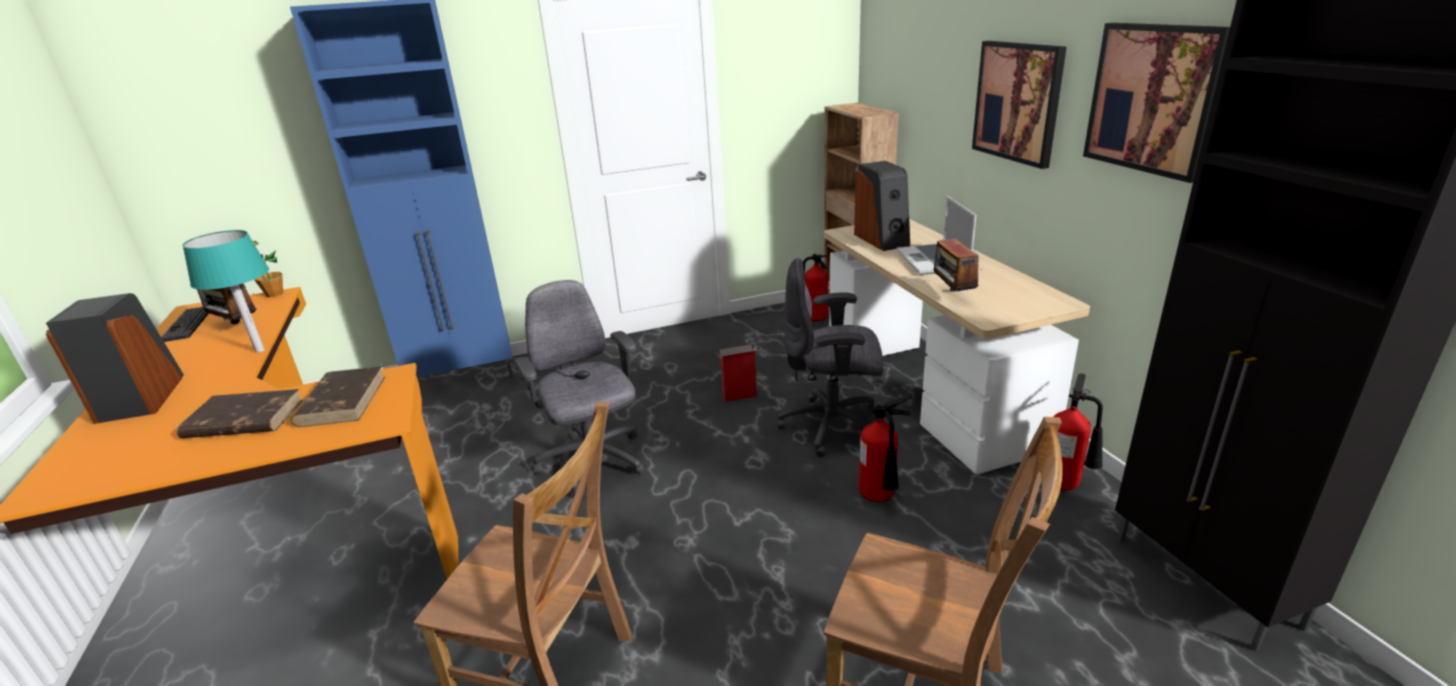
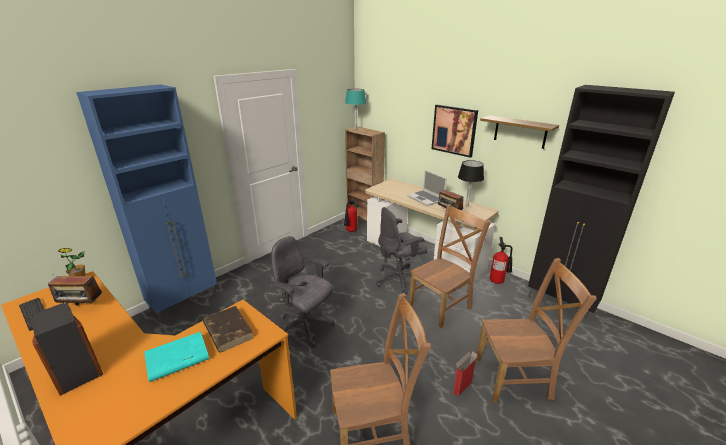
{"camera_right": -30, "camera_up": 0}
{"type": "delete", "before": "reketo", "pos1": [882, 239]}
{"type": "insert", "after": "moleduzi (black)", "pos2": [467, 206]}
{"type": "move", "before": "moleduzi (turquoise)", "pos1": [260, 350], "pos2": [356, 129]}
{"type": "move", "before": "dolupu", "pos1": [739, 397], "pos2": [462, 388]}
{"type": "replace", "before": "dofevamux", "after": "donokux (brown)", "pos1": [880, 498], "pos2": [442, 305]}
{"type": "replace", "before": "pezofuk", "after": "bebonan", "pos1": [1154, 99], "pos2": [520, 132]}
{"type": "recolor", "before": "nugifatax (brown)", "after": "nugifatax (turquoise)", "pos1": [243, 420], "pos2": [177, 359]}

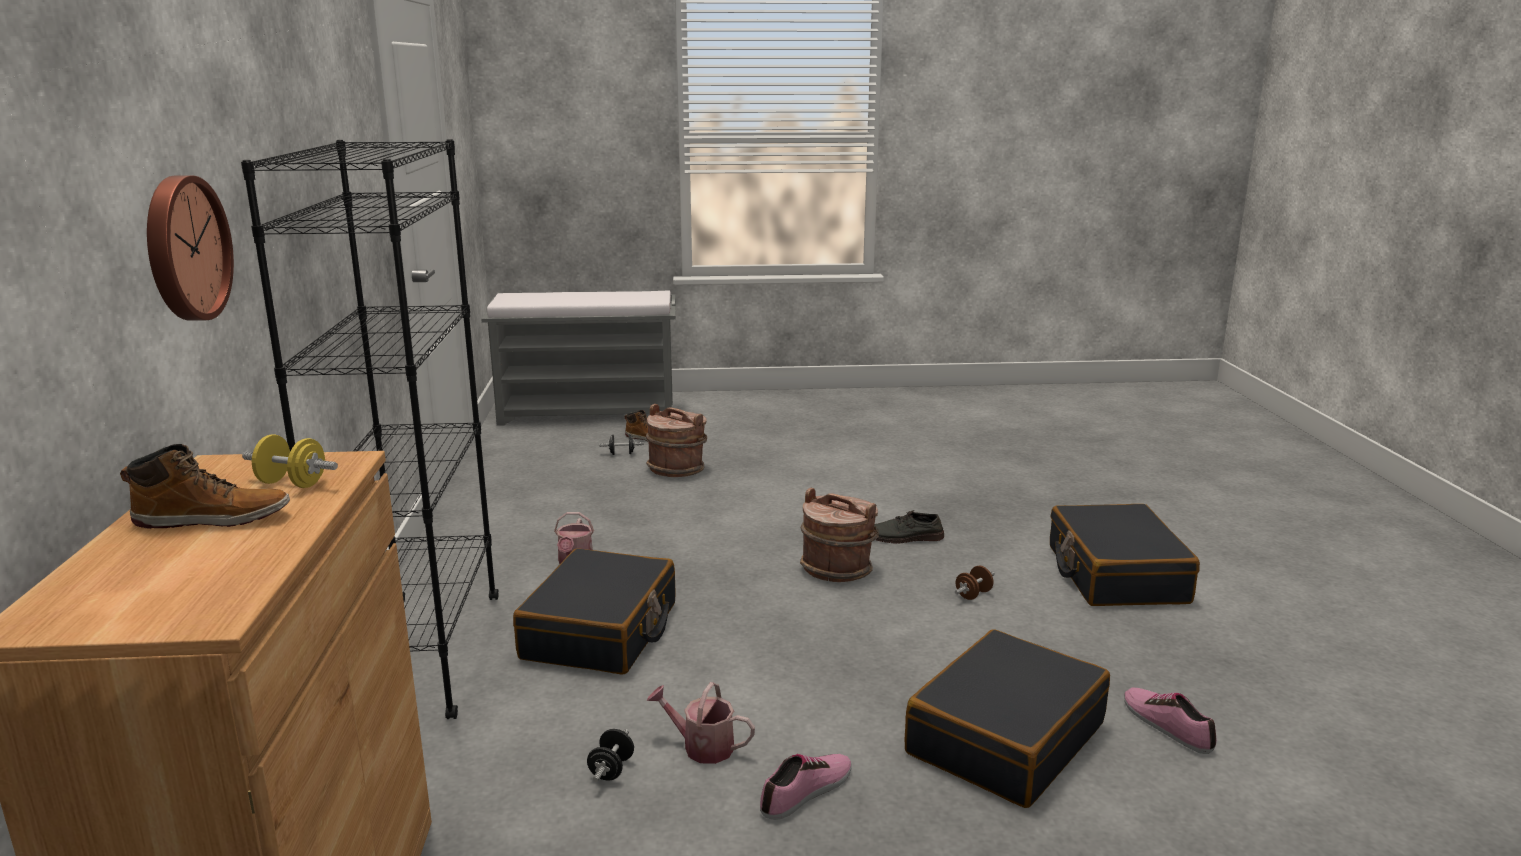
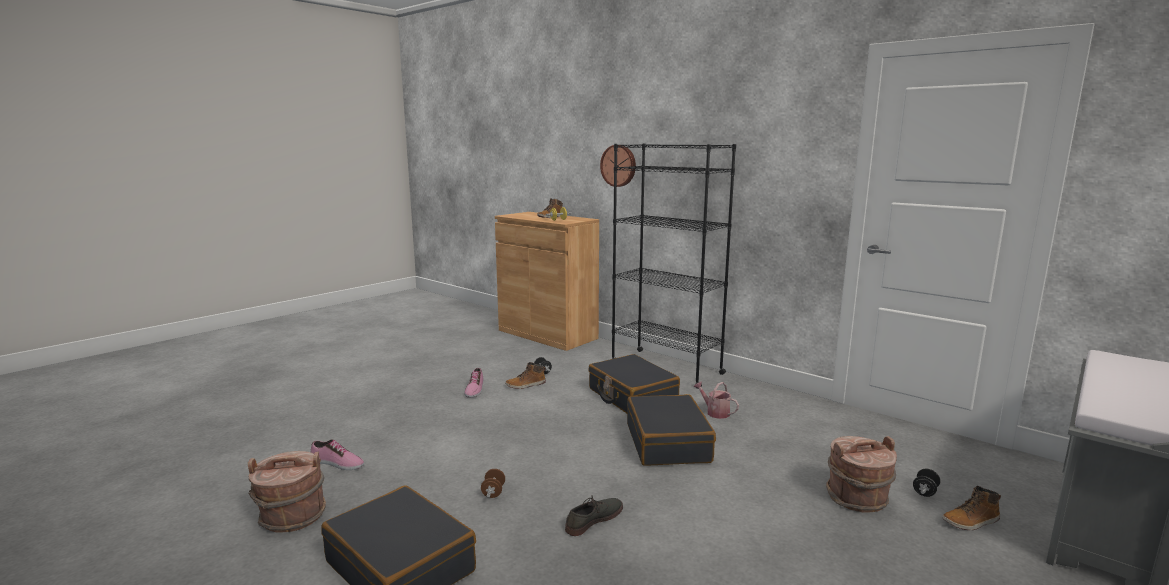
{"camera_right": 135, "camera_up": -5}
{"type": "move", "before": "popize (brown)", "pos1": [837, 569], "pos2": [292, 517]}
{"type": "move", "before": "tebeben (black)", "pos1": [1004, 738], "pos2": [668, 443]}
{"type": "replace", "before": "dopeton", "after": "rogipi", "pos1": [701, 746], "pos2": [526, 385]}

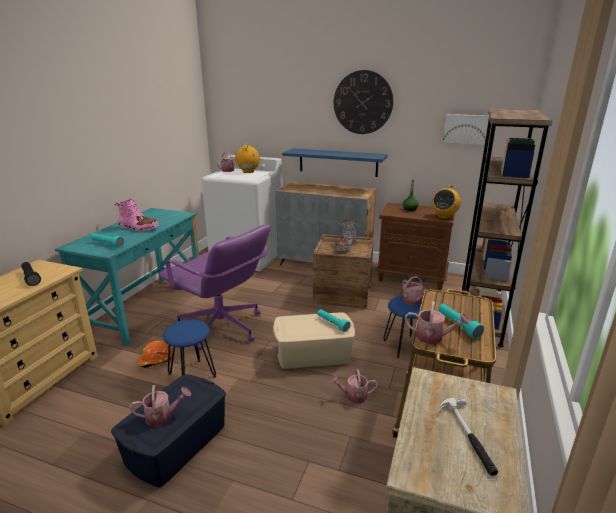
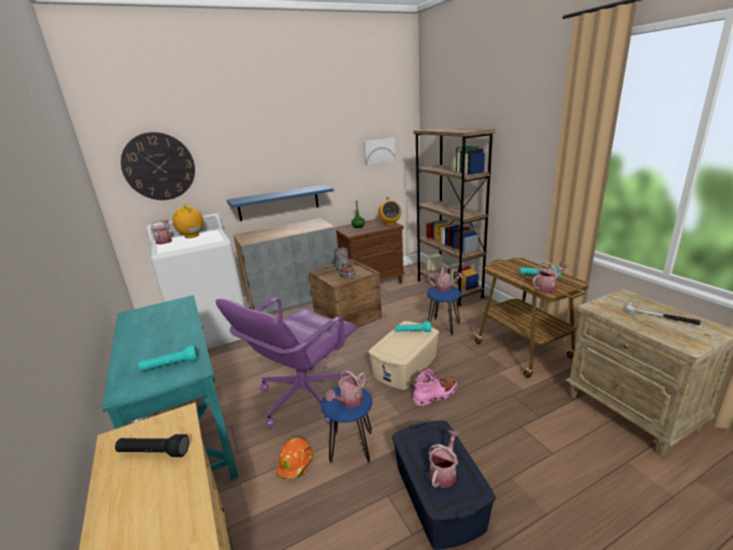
{"camera_right": -45, "camera_up": 0}
{"type": "move", "before": "rogipi (pink)", "pos1": [138, 228], "pos2": [435, 395]}
{"type": "move", "before": "dopeton", "pos1": [353, 396], "pos2": [349, 401]}
{"type": "move", "before": "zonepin", "pos1": [363, 102], "pos2": [159, 166]}
{"type": "rotate", "before": "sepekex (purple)", "pos1": [221, 327], "pos2": [303, 397], "turn": 135}

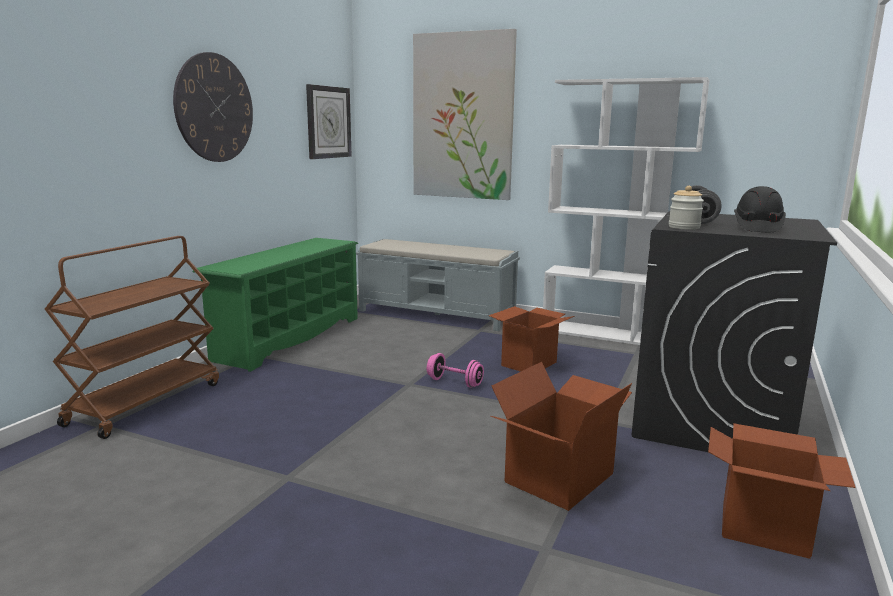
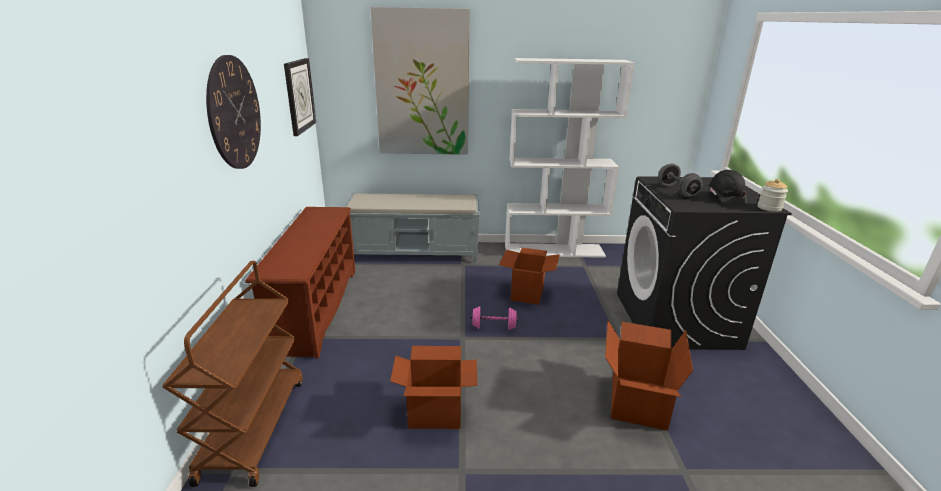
{"camera_right": -25, "camera_up": 10}
{"type": "move", "before": "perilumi", "pos1": [684, 227], "pos2": [769, 208]}
{"type": "move", "before": "dolupu", "pos1": [765, 530], "pos2": [435, 413]}
{"type": "recolor", "before": "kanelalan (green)", "after": "kanelalan (brown)", "pos1": [288, 338], "pos2": [315, 308]}

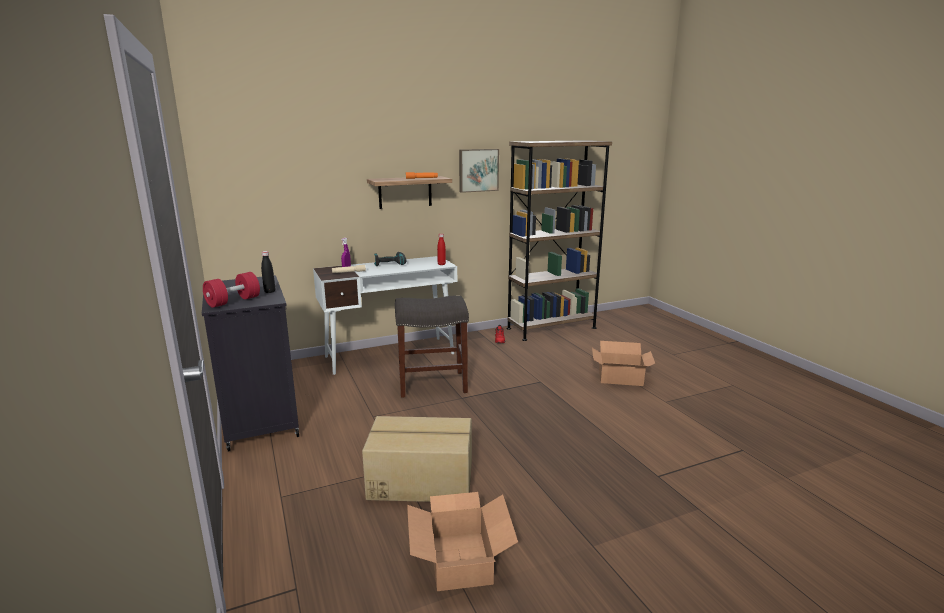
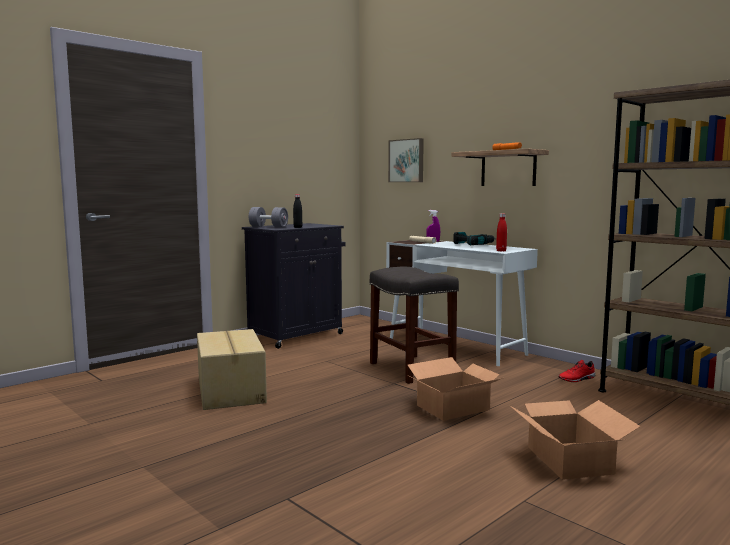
{"camera_right": 70, "camera_up": -10}
{"type": "move", "before": "dolupu", "pos1": [461, 559], "pos2": [454, 408]}
{"type": "move", "before": "pezofuk", "pos1": [478, 170], "pos2": [407, 161]}
{"type": "recolor", "before": "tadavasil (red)", "after": "tadavasil (grey)", "pos1": [233, 301], "pos2": [268, 227]}

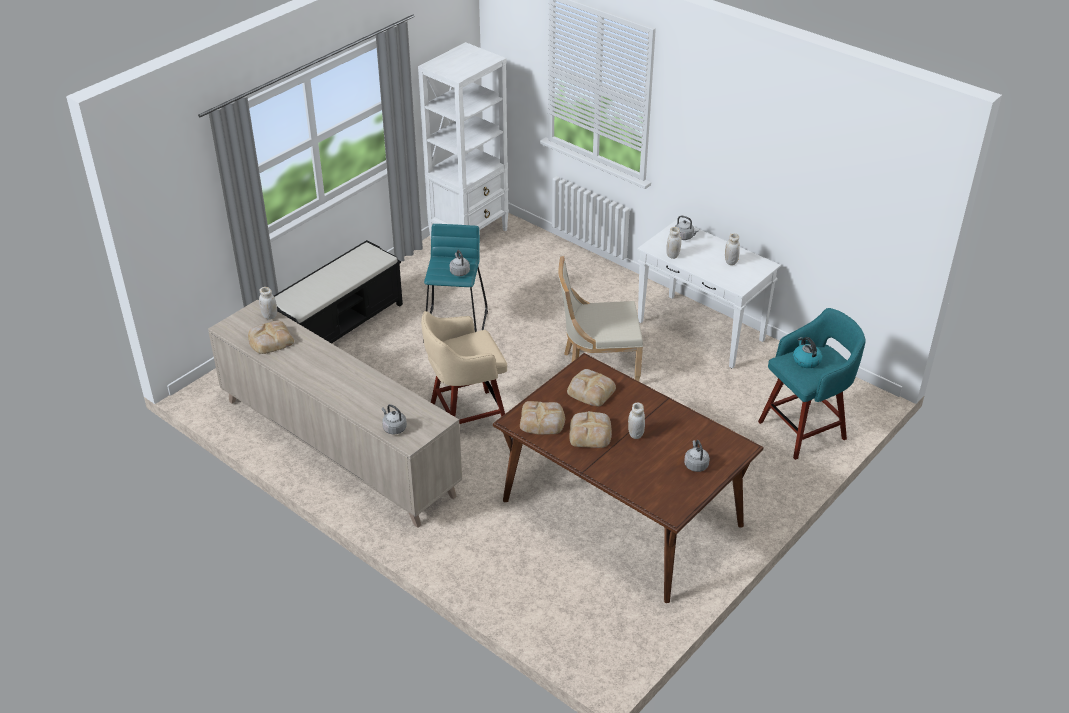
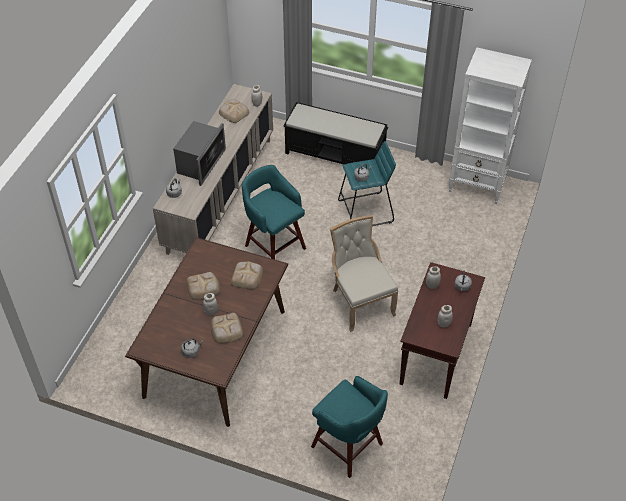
{"camera_right": 70, "camera_up": 10}
{"type": "delete", "before": "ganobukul", "pos1": [806, 360]}
{"type": "insert", "after": "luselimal", "pos2": [200, 163]}
{"type": "move", "before": "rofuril", "pos1": [542, 421], "pos2": [226, 330]}
{"type": "recolor", "before": "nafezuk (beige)", "after": "nafezuk (turquoise)", "pos1": [466, 417], "pos2": [274, 245]}
{"type": "recolor", "before": "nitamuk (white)", "after": "nitamuk (brown)", "pos1": [701, 331], "pos2": [436, 355]}

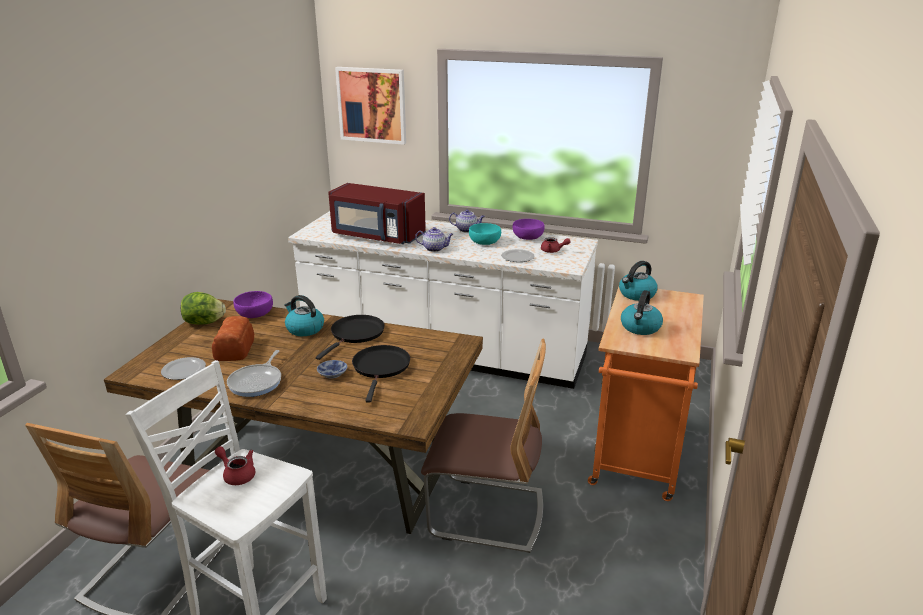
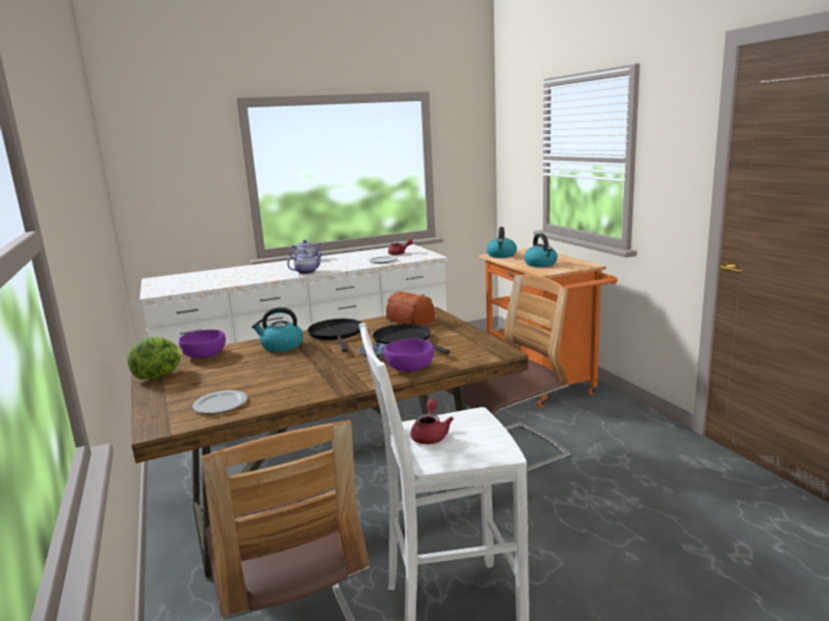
{"camera_right": -40, "camera_up": -10}
{"type": "delete", "before": "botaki", "pos1": [257, 382]}
{"type": "delete", "before": "luselimal (red)", "pos1": [377, 236]}
{"type": "delete", "before": "pezofuk", "pos1": [372, 105]}
{"type": "delete", "before": "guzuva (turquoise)", "pos1": [484, 242]}
{"type": "move", "before": "rofuril", "pos1": [235, 348], "pos2": [410, 319]}
{"type": "move", "before": "guzuva (purple)", "pos1": [527, 237], "pos2": [409, 367]}
{"type": "rotate", "before": "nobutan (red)", "pos1": [237, 474], "pos2": [430, 435], "turn": 105}

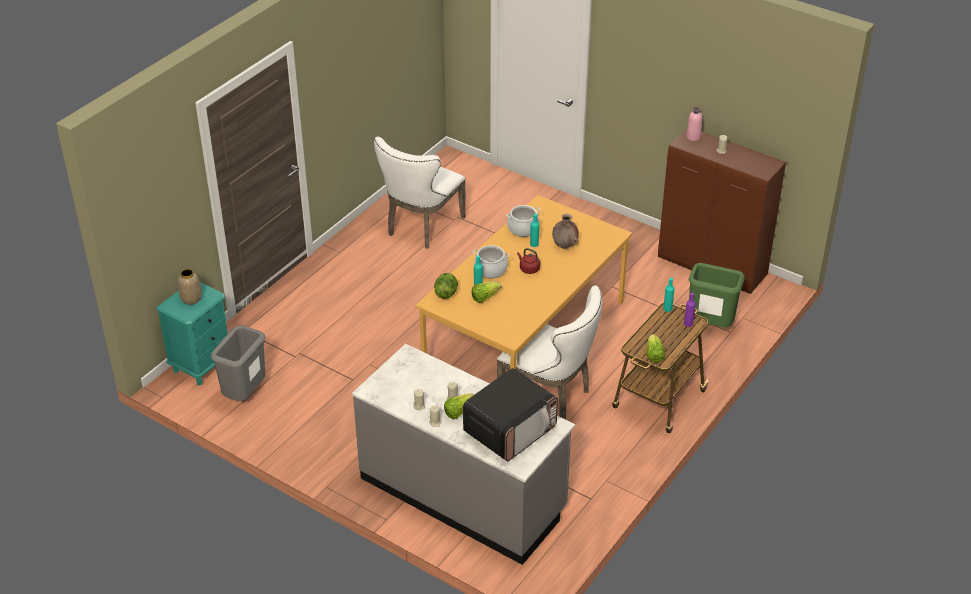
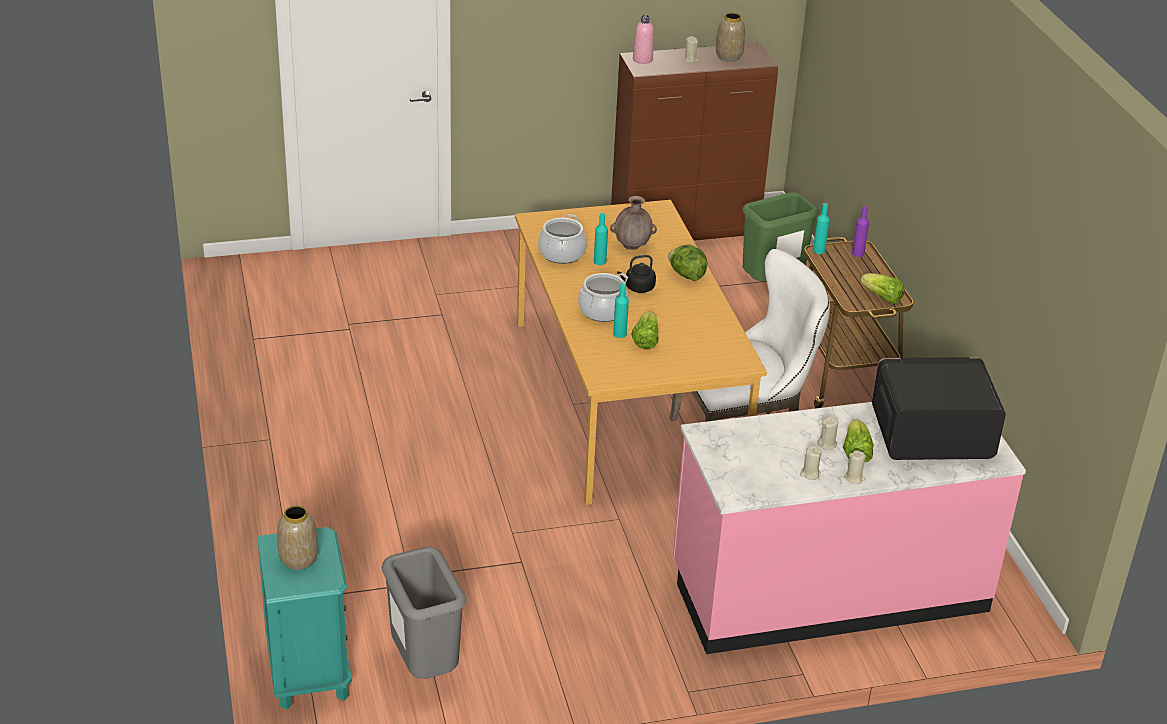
{"camera_right": -50, "camera_up": -5}
{"type": "delete", "before": "donokux (white)", "pos1": [421, 227]}
{"type": "insert", "after": "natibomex", "pos2": [728, 57]}
{"type": "move", "before": "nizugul", "pos1": [446, 293], "pos2": [686, 275]}
{"type": "recolor", "before": "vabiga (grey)", "after": "vabiga (pink)", "pos1": [463, 494], "pos2": [828, 589]}
{"type": "recolor", "before": "ganobukul (red)", "after": "ganobukul (black)", "pos1": [528, 269], "pos2": [638, 288]}
{"type": "rotate", "before": "luselimal", "pos1": [510, 430], "pos2": [930, 435], "turn": -90}

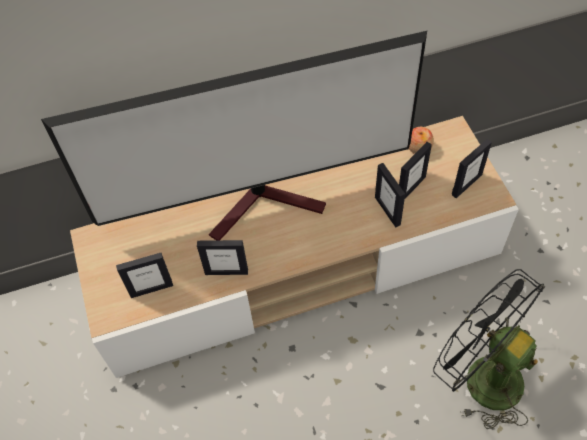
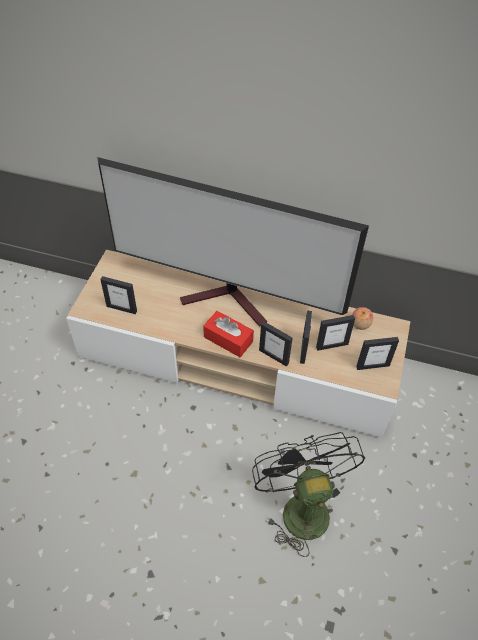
{"camera_right": 30, "camera_up": -5}
{"type": "insert", "after": "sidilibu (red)", "pos2": [228, 339]}
{"type": "move", "before": "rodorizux", "pos1": [226, 271], "pos2": [274, 356]}

